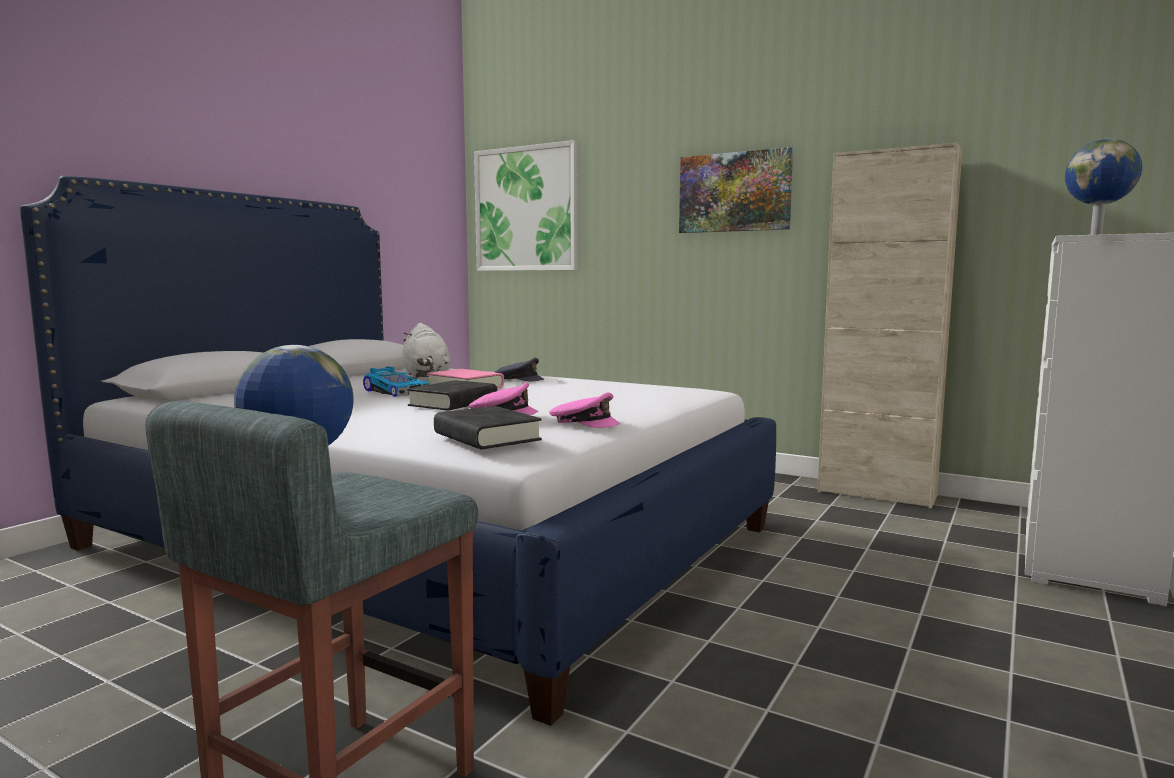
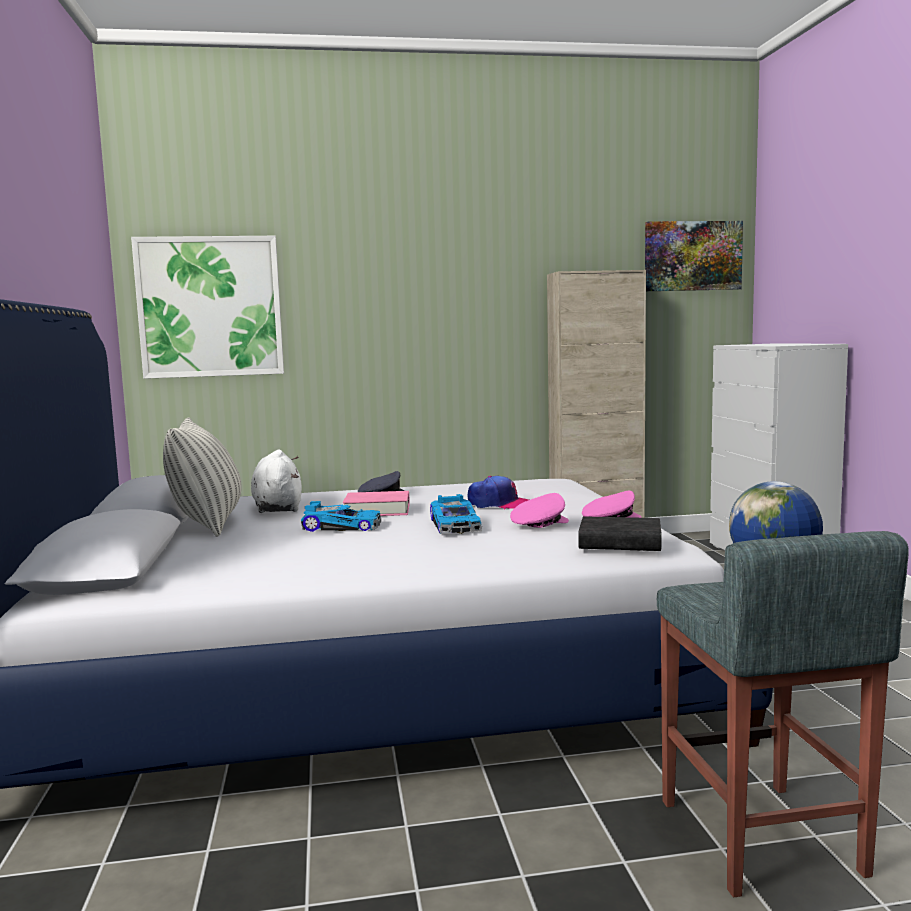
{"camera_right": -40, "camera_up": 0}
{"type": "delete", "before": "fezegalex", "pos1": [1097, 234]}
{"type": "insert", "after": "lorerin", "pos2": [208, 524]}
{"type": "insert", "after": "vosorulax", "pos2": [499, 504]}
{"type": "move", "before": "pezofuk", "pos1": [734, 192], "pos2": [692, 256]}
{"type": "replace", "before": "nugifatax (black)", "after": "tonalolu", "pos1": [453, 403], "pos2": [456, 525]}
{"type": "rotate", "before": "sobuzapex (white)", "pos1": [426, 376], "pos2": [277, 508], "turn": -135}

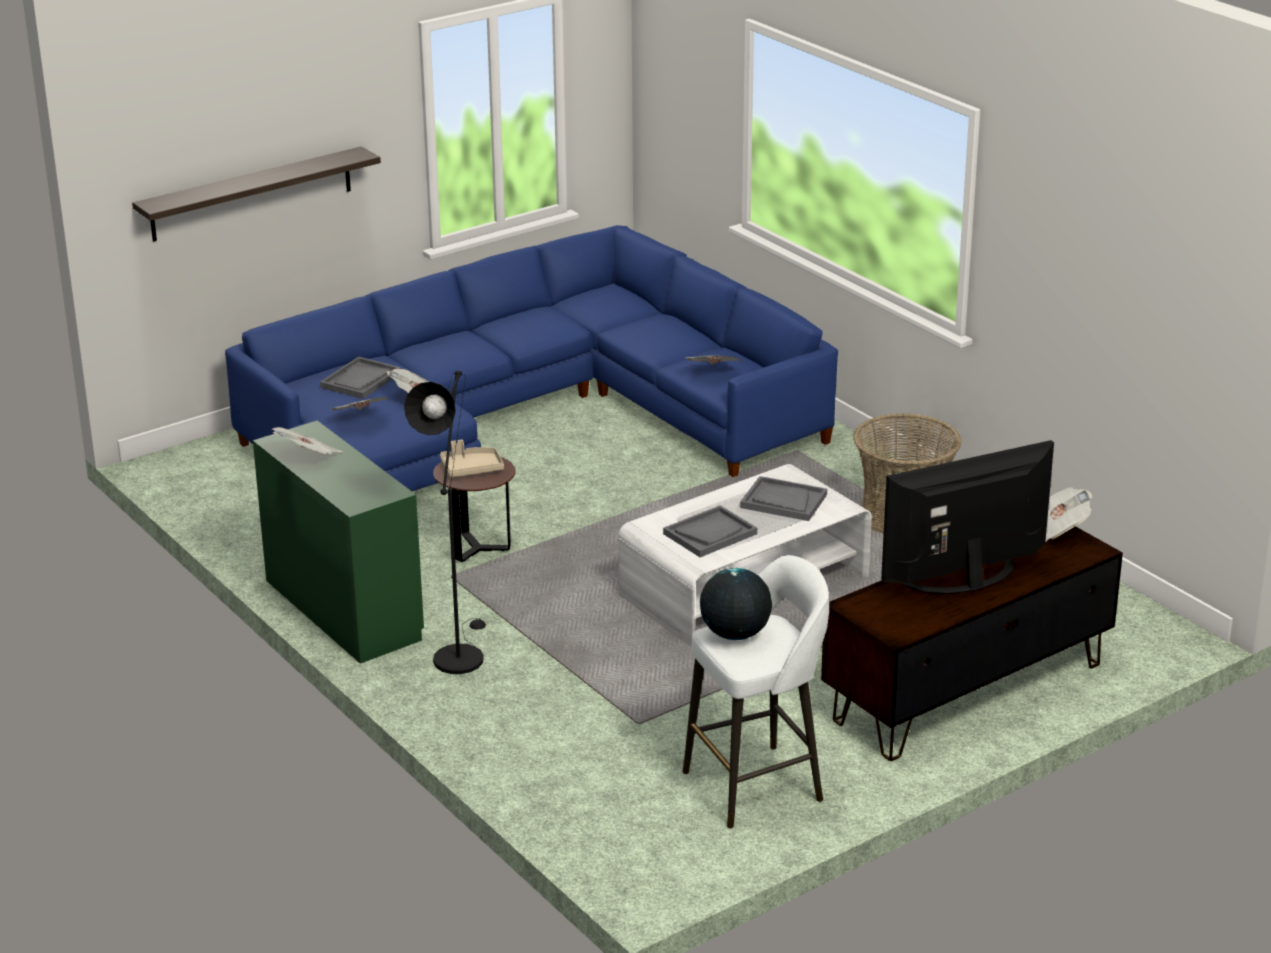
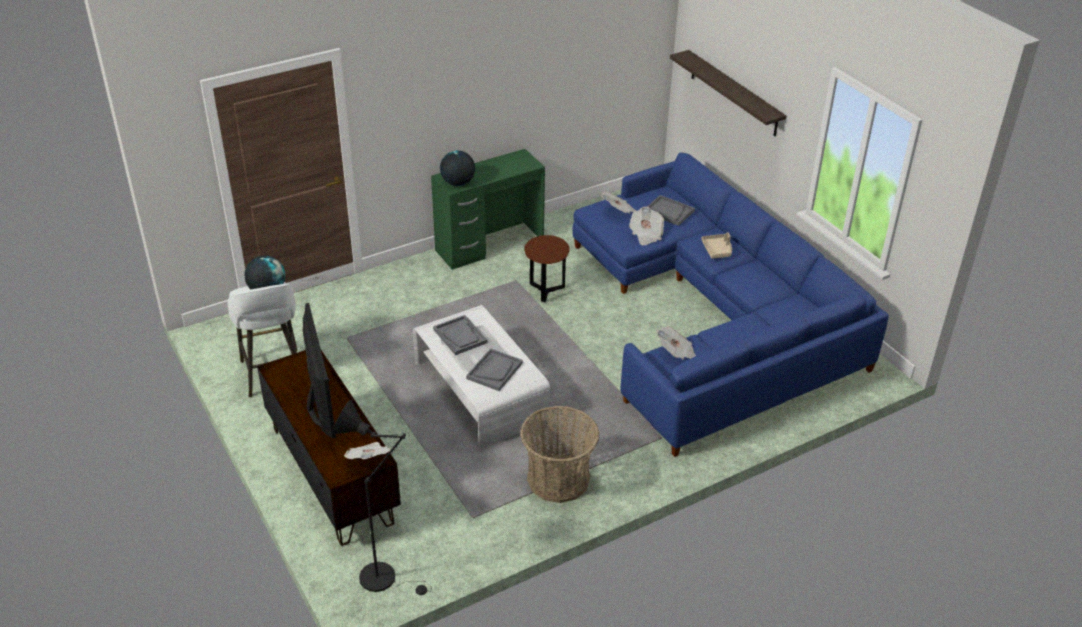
{"camera_right": 95, "camera_up": 10}
{"type": "delete", "before": "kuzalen", "pos1": [308, 457]}
{"type": "insert", "after": "fezegalex", "pos2": [458, 183]}
{"type": "move", "before": "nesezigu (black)", "pos1": [459, 654], "pos2": [384, 578]}
{"type": "move", "before": "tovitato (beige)", "pos1": [471, 469], "pos2": [717, 250]}

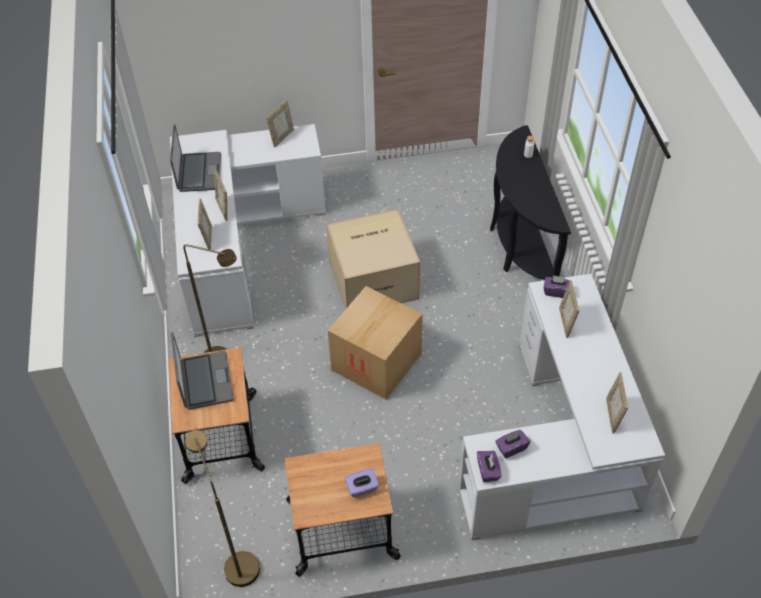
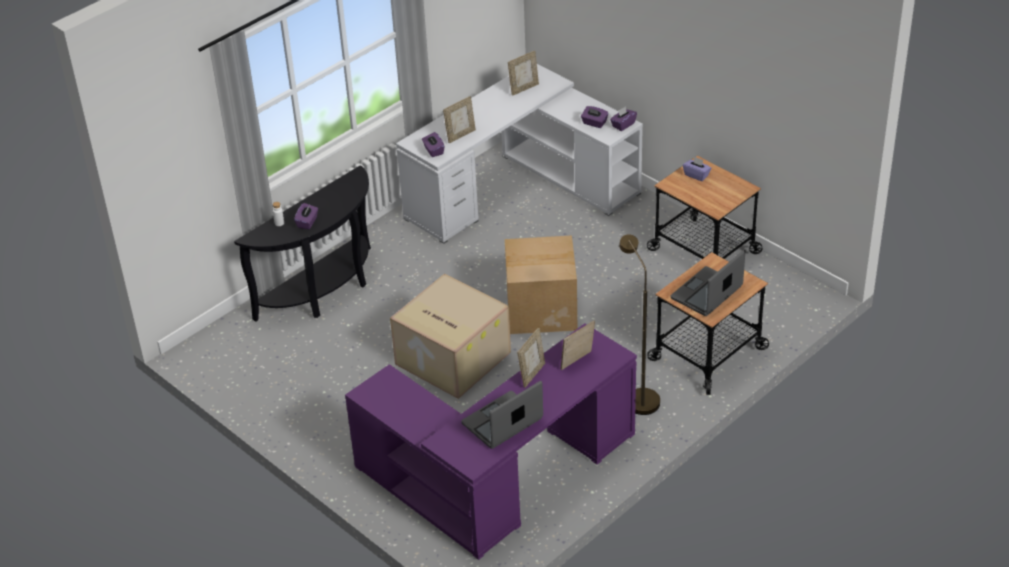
{"camera_right": -125, "camera_up": -10}
{"type": "delete", "before": "nesezigu (brown)", "pos1": [237, 561]}
{"type": "delete", "before": "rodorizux", "pos1": [282, 137]}
{"type": "insert", "after": "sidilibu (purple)", "pos2": [307, 222]}
{"type": "recolor", "before": "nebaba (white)", "after": "nebaba (purple)", "pos1": [237, 243], "pos2": [497, 478]}

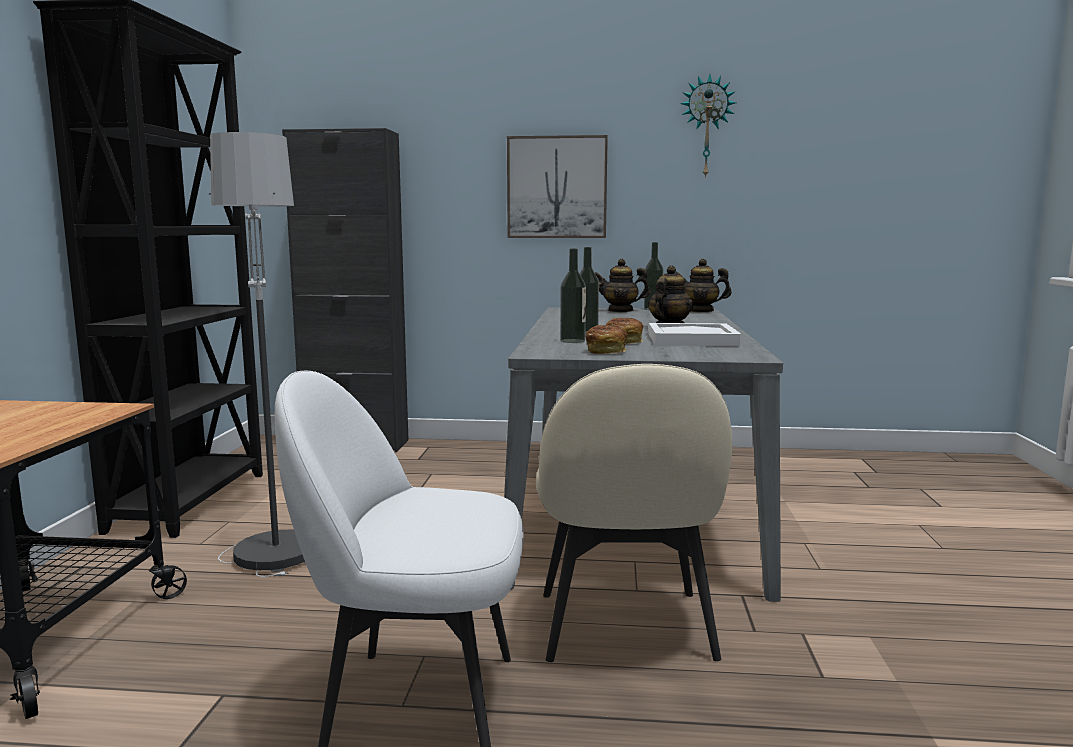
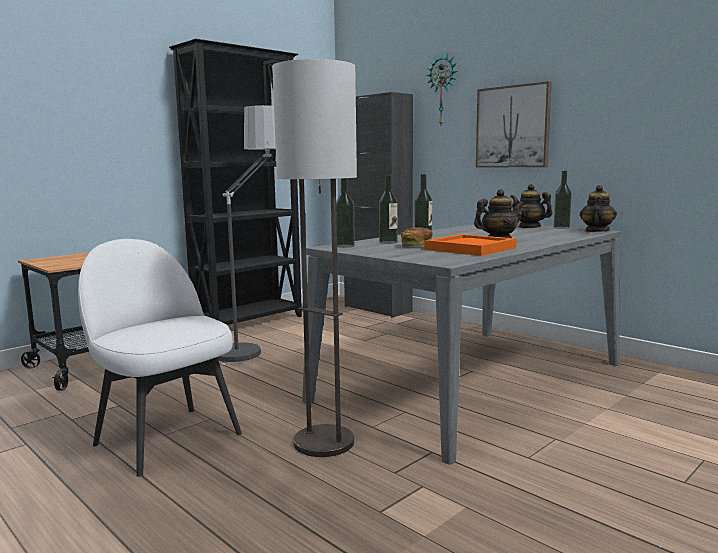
{"camera_right": 40, "camera_up": 0}
{"type": "delete", "before": "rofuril", "pos1": [607, 351]}
{"type": "insert", "after": "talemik", "pos2": [345, 246]}
{"type": "move", "before": "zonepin", "pos1": [707, 127], "pos2": [443, 90]}
{"type": "replace", "before": "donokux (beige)", "after": "nesezigu", "pos1": [625, 628], "pos2": [323, 442]}
{"type": "recolor", "before": "tovitato (white)", "after": "tovitato (orange)", "pos1": [693, 339], "pos2": [472, 248]}
{"type": "rotate", "before": "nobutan", "pos1": [701, 311], "pos2": [596, 231], "turn": 60}

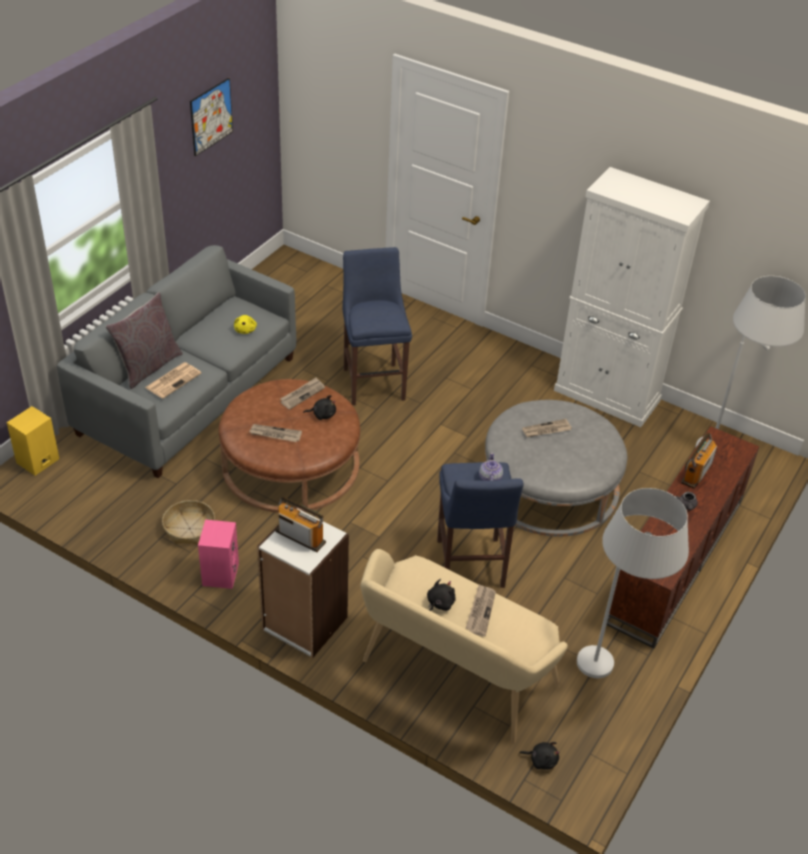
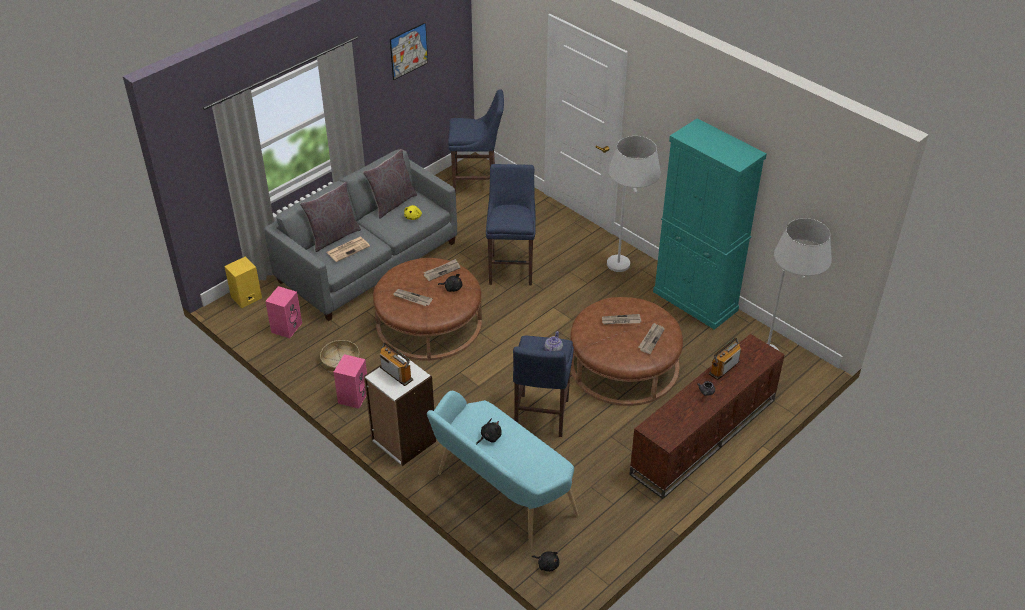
{"camera_right": 15, "camera_up": 0}
{"type": "insert", "after": "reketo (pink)", "pos2": [286, 327]}
{"type": "insert", "after": "lorerin (grey)", "pos2": [392, 203]}
{"type": "insert", "after": "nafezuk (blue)", "pos2": [477, 184]}
{"type": "move", "before": "kuzalen", "pos1": [480, 611], "pos2": [651, 339]}
{"type": "move", "before": "nesezigu (white)", "pos1": [611, 676], "pos2": [625, 271]}
{"type": "recolor", "before": "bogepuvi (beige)", "after": "bogepuvi (turquoise)", "pos1": [452, 678], "pos2": [500, 496]}
{"type": "recolor", "before": "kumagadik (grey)", "after": "kumagadik (brown)", "pos1": [550, 485], "pos2": [624, 365]}
{"type": "recolor", "before": "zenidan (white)", "after": "zenidan (turquoise)", "pos1": [607, 396], "pos2": [695, 301]}

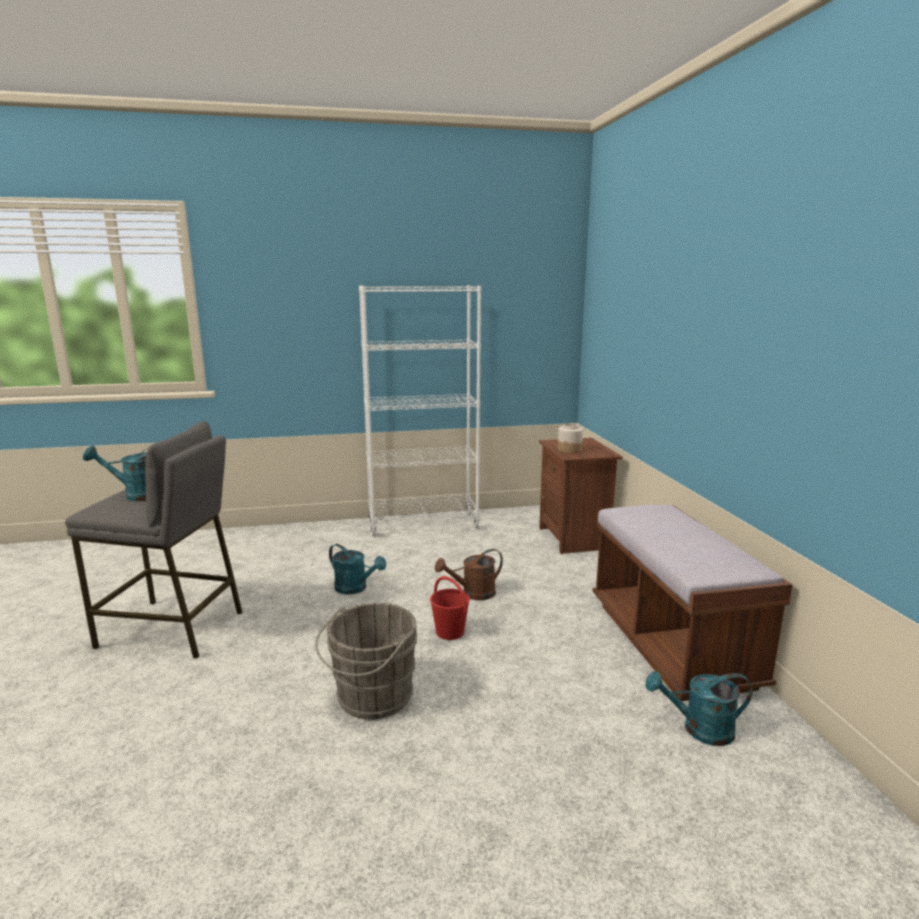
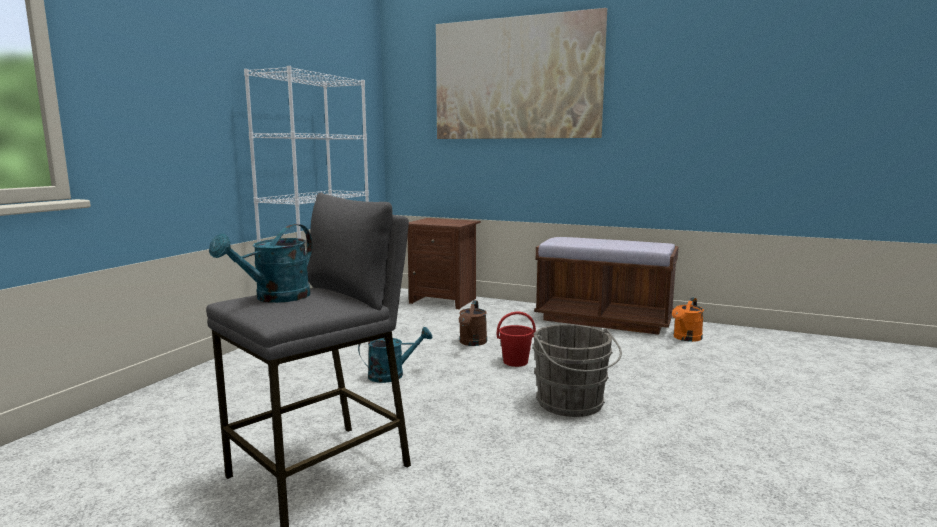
{"camera_right": -55, "camera_up": -5}
{"type": "delete", "before": "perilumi", "pos1": [569, 450]}
{"type": "insert", "after": "pezofuk", "pos2": [516, 79]}
{"type": "recolor", "before": "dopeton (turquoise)", "after": "dopeton (orange)", "pos1": [699, 729], "pos2": [686, 338]}

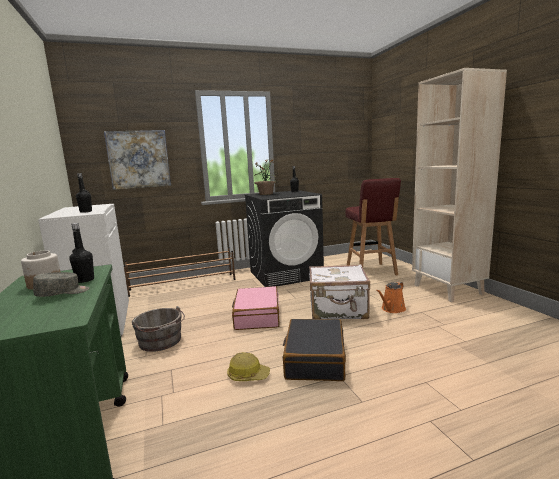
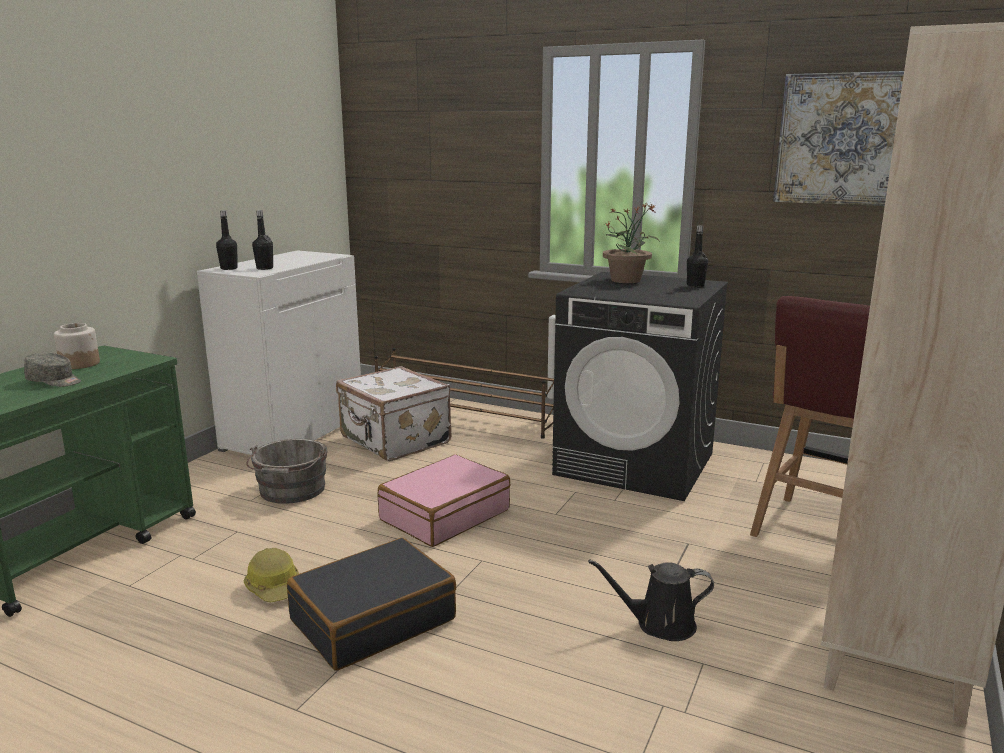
{"camera_right": 45, "camera_up": 5}
{"type": "move", "before": "talemik (black)", "pos1": [85, 280], "pos2": [229, 268]}
{"type": "move", "before": "pezofuk", "pos1": [139, 159], "pos2": [846, 139]}
{"type": "move", "before": "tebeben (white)", "pos1": [338, 310], "pos2": [394, 441]}
{"type": "recolor", "before": "dopeton (orange)", "after": "dopeton (black)", "pos1": [392, 309], "pos2": [660, 624]}

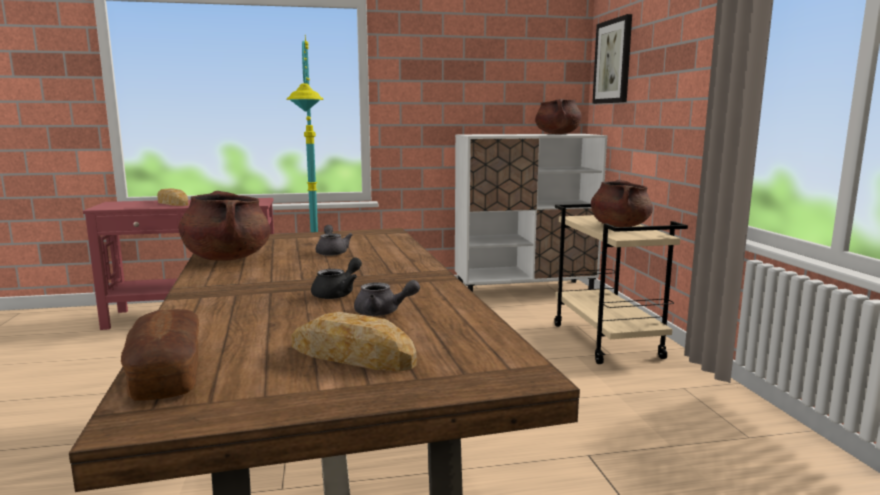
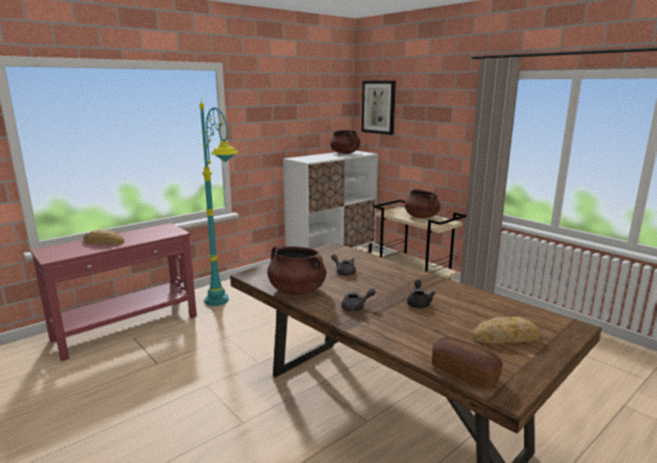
{"camera_right": -30, "camera_up": 5}
{"type": "move", "before": "nobutan (grey)", "pos1": [383, 312], "pos2": [356, 307]}

